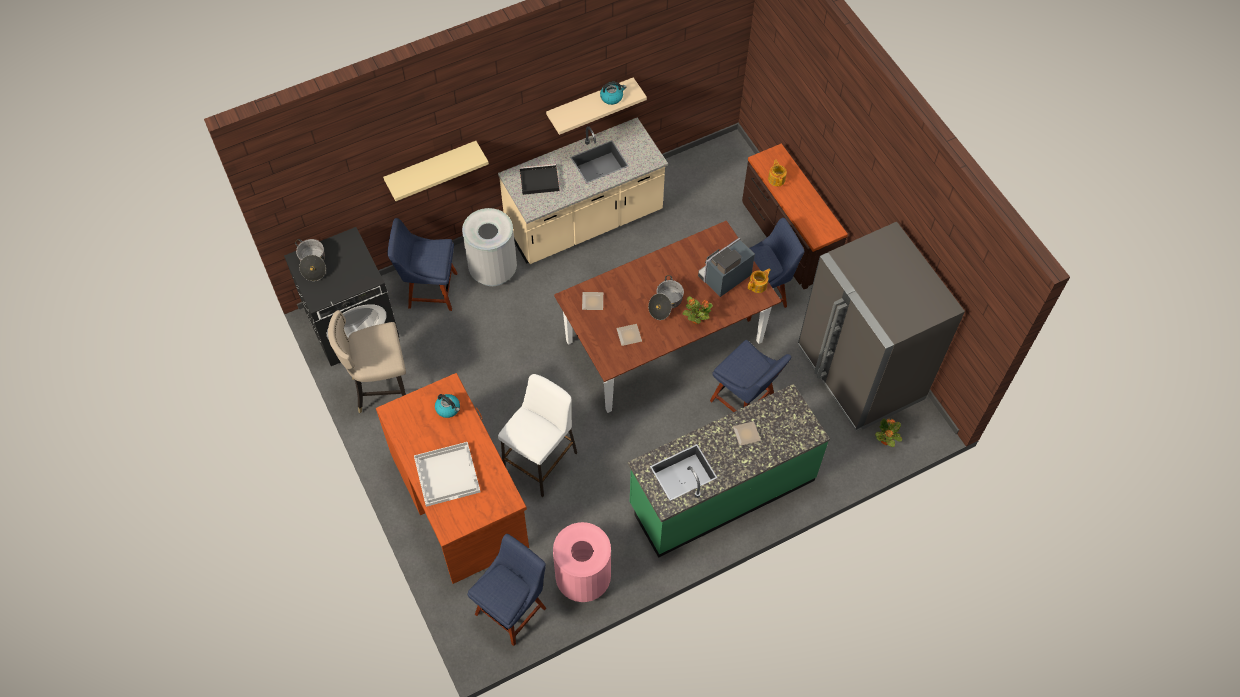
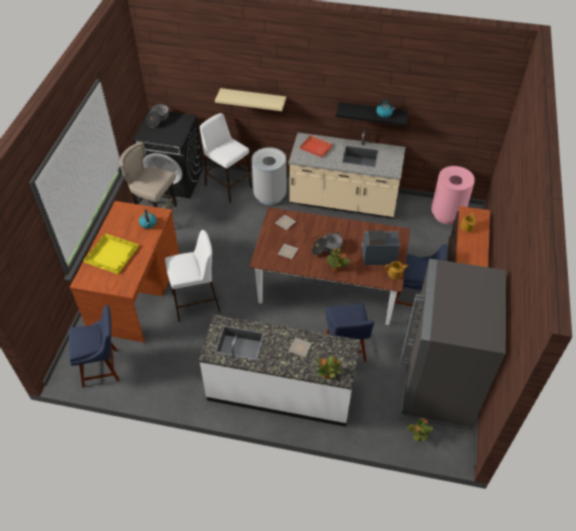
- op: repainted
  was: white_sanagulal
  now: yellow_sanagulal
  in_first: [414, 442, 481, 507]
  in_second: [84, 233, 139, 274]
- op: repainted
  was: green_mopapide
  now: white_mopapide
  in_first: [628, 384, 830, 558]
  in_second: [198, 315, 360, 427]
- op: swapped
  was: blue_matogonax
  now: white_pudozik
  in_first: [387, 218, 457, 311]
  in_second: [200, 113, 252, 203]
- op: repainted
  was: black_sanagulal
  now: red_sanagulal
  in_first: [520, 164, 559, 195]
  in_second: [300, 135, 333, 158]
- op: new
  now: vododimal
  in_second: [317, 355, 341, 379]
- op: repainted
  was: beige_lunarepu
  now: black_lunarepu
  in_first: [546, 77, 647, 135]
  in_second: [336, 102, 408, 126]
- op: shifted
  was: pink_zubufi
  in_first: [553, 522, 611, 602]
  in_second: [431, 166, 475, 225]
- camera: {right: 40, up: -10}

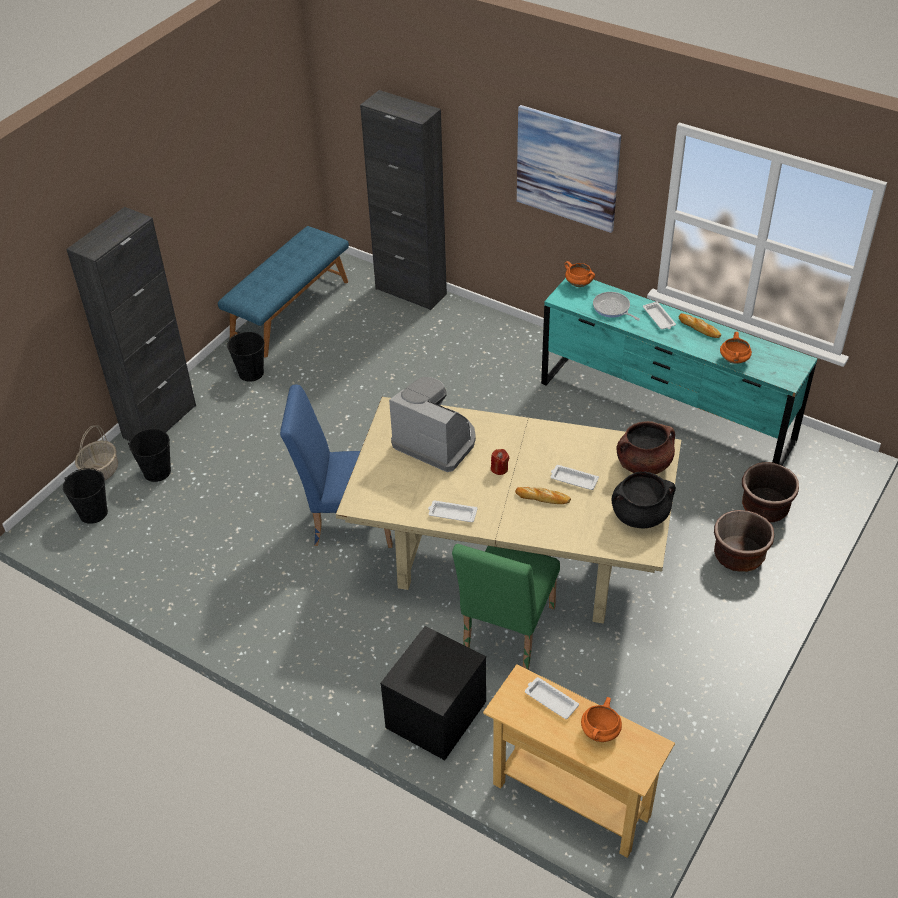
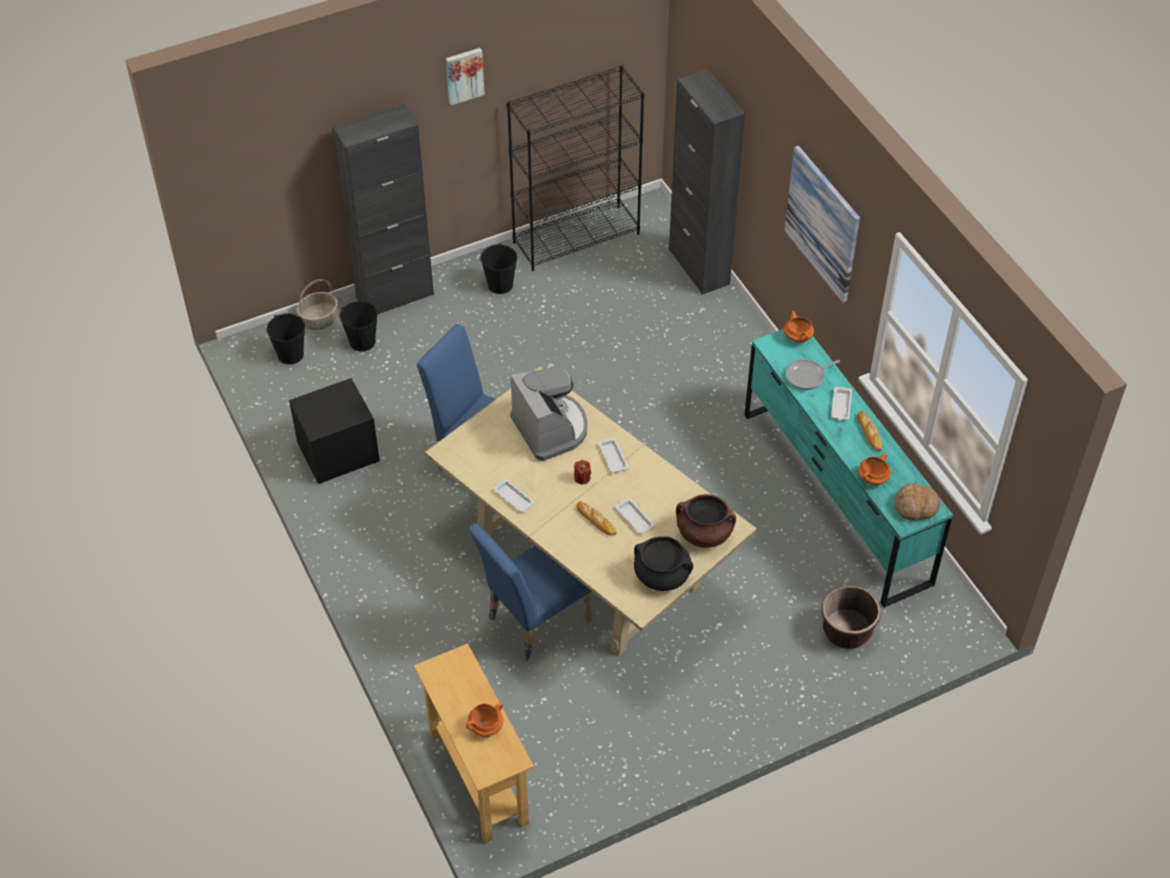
- op: shifted
  was: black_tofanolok
  in_first: [380, 626, 486, 760]
  in_second: [289, 378, 380, 484]
- op: new
  now: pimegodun
  in_second: [446, 48, 485, 105]
- op: repainted
  was: green_matogonax
  now: blue_matogonax
  in_first: [452, 544, 560, 669]
  in_second: [468, 523, 591, 661]
- op: swapped
  was: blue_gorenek
  now: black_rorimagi
  in_first: [218, 226, 349, 357]
  in_second: [507, 65, 644, 272]
- op: shifted
  was: white_sanagulal
  in_first: [525, 677, 579, 719]
  in_second: [598, 438, 629, 473]
- op: rotated
  was: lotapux
  in_first: [593, 292, 640, 320]
  in_second: [786, 359, 840, 390]
  clockwise: -105
- op: new
  now: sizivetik
  in_second: [895, 483, 940, 521]
- op: gone
  was: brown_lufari
  in_first: [714, 510, 774, 572]
- camera: {right: 30, up: 5}

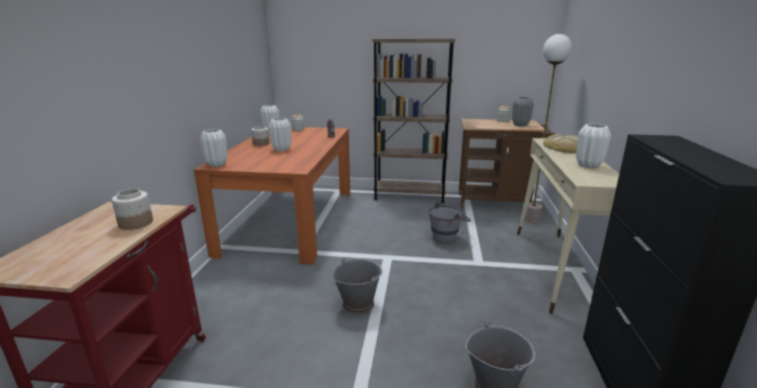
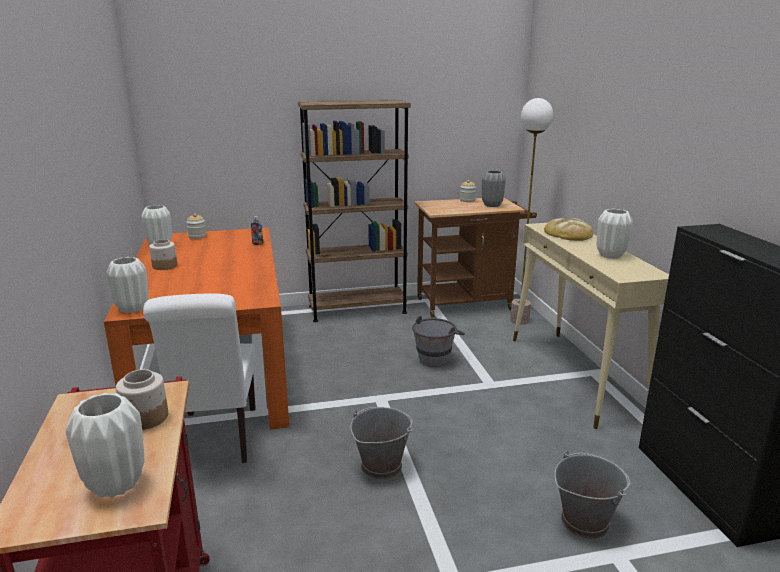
- op: shifted
  was: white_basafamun
  in_first: [269, 118, 291, 151]
  in_second: [65, 393, 145, 498]
- op: new
  now: white_matogonax
  in_second: [143, 294, 256, 463]
- camera: {right: -20, up: 0}

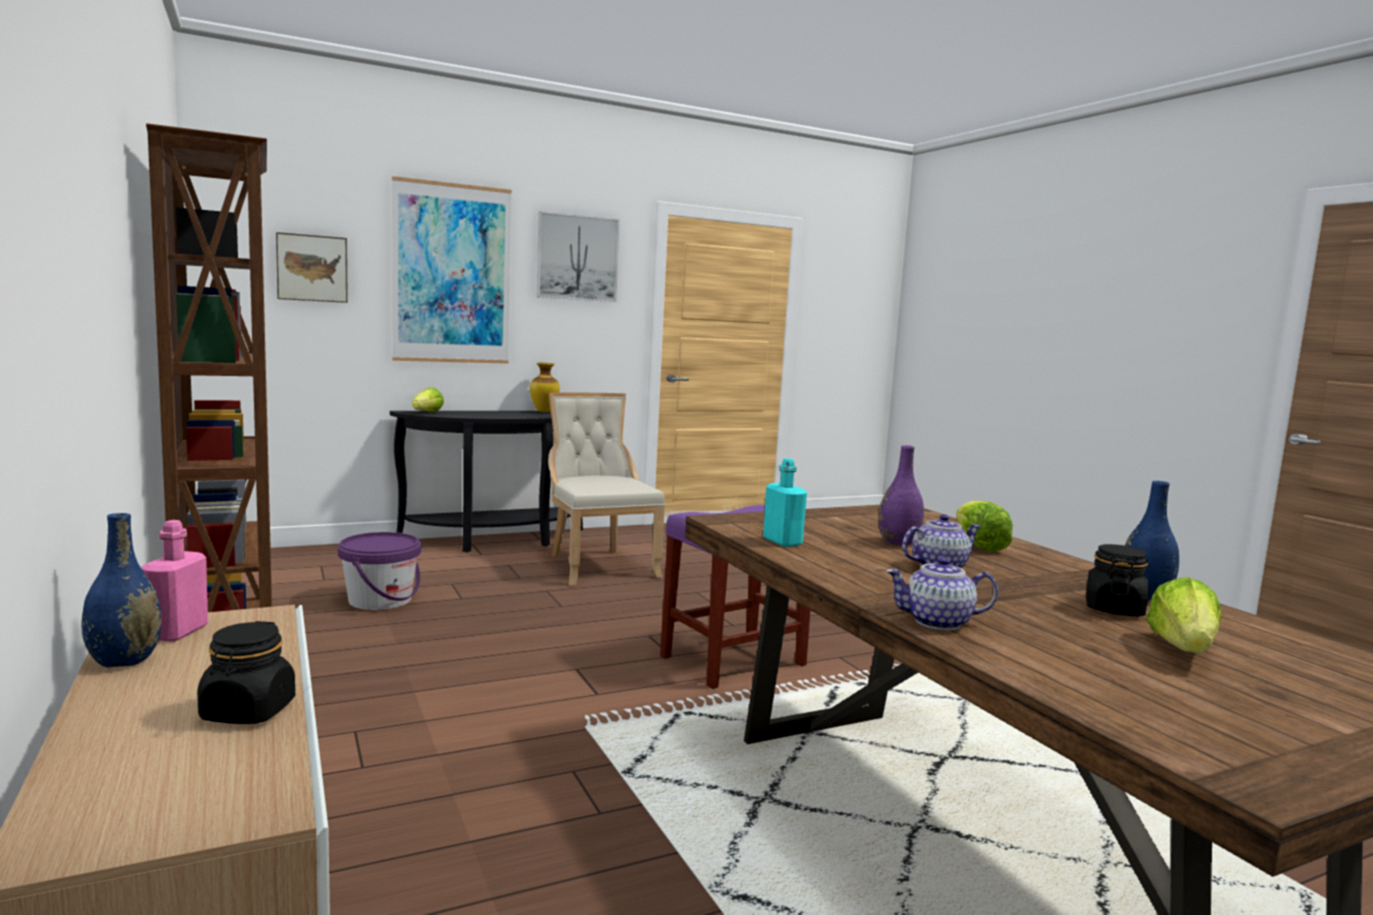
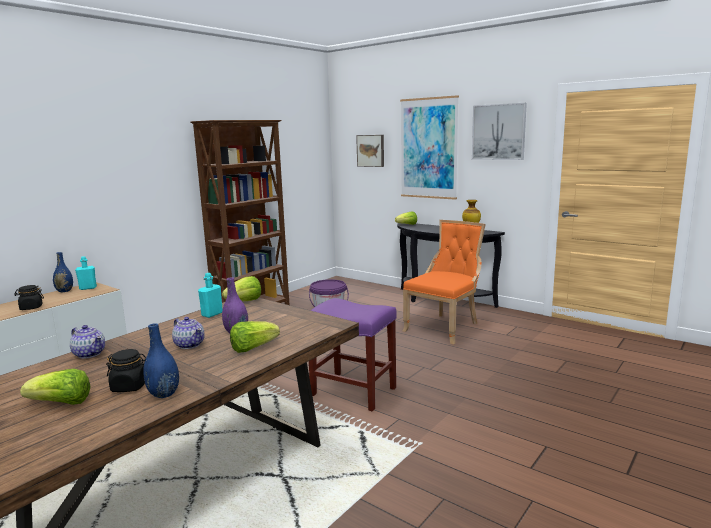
- op: rotated
  was: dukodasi
  in_first: [886, 557, 998, 630]
  in_second: [70, 325, 105, 359]
  clockwise: 150
- op: repainted
  was: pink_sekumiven
  now: turquoise_sekumiven
  in_first: [142, 520, 208, 642]
  in_second: [75, 256, 97, 290]
- op: new
  now: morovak
  in_second: [222, 276, 261, 301]
- op: repainted
  was: beige_matogonax
  now: orange_matogonax
  in_first: [548, 392, 665, 585]
  in_second: [403, 220, 486, 344]
- camera: {right: 65, up: 5}

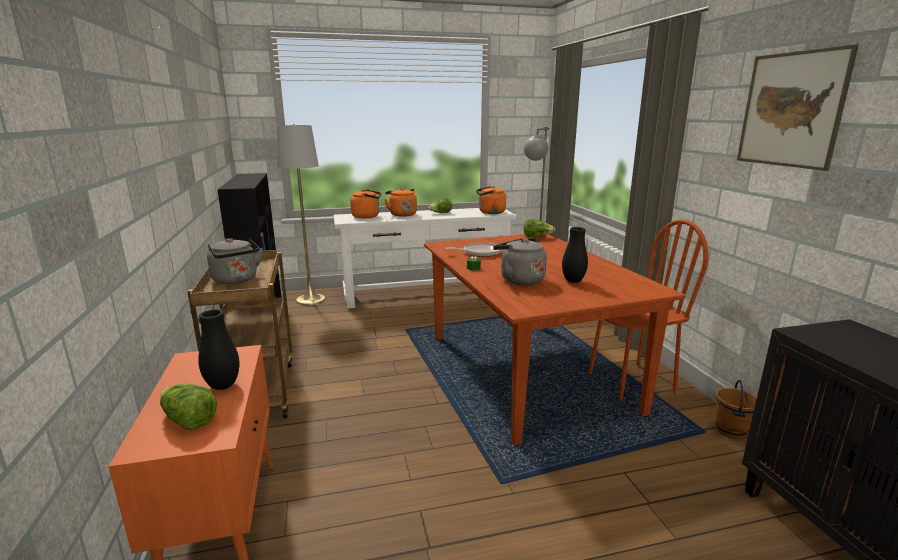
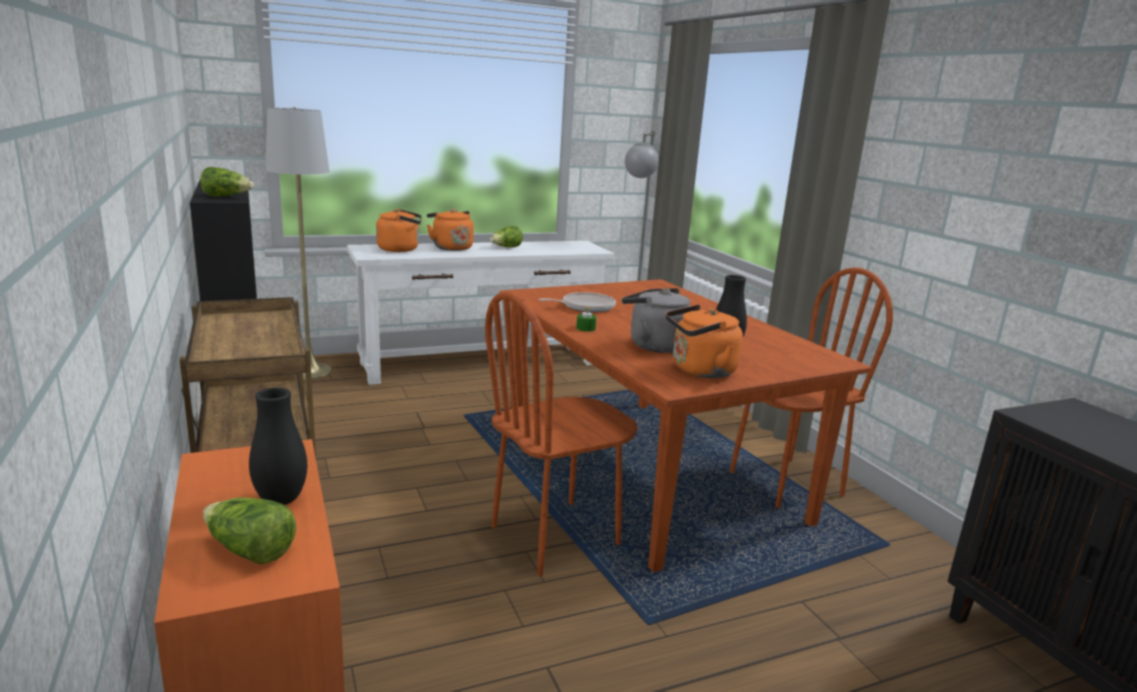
- op: shifted
  was: morovak
  in_first: [524, 219, 555, 237]
  in_second: [200, 167, 254, 196]
- op: new
  now: brown_matogonax
  in_second: [485, 291, 638, 576]
- op: shifted
  was: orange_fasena
  in_first: [476, 186, 506, 214]
  in_second: [666, 305, 743, 378]
- op: gone
  was: grey_fasena
  in_first: [207, 238, 263, 284]
- op: gone
  was: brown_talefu
  in_first: [716, 380, 757, 439]
- op: gone
  was: pimegodun
  in_first: [737, 44, 859, 171]
- camera: {right: -10, up: 0}

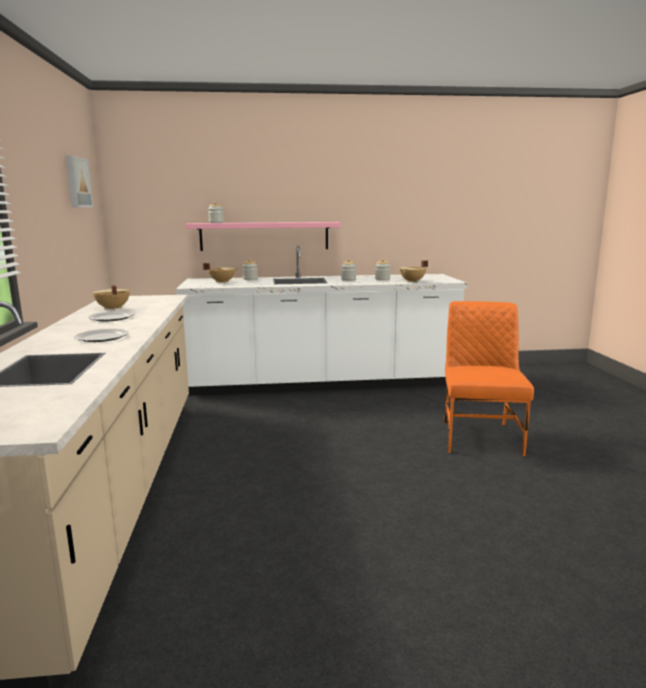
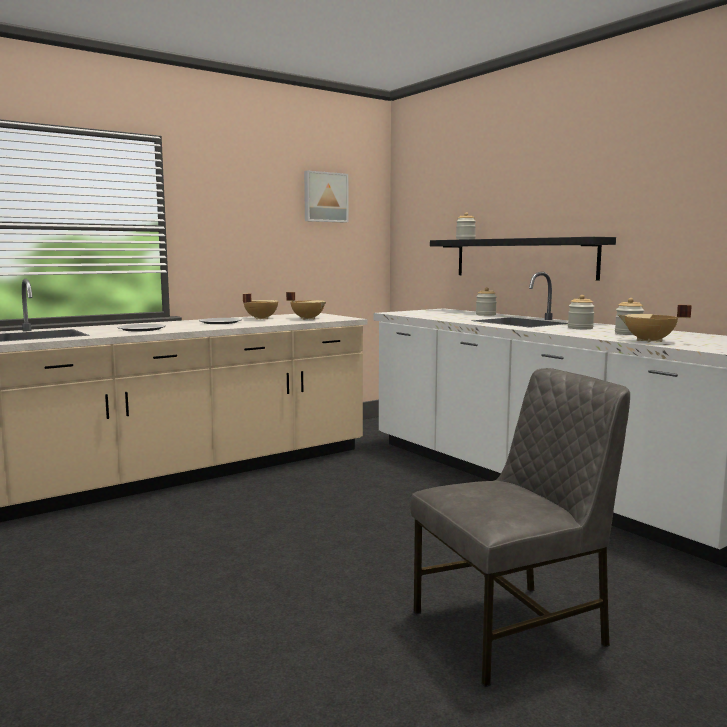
- op: shifted
  was: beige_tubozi
  in_first: [202, 263, 237, 283]
  in_second: [286, 292, 326, 320]
- op: repainted
  was: orange_matogonax
  now: grey_matogonax
  in_first: [444, 301, 534, 456]
  in_second: [410, 368, 630, 687]
- op: repainted
  was: pink_lunarepu
  now: black_lunarepu
  in_first: [185, 222, 341, 251]
  in_second: [430, 237, 616, 281]
- camera: {right: 60, up: -5}

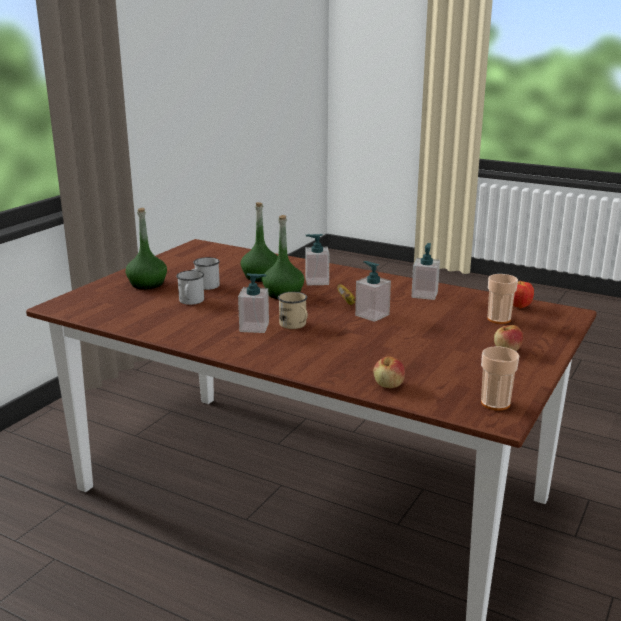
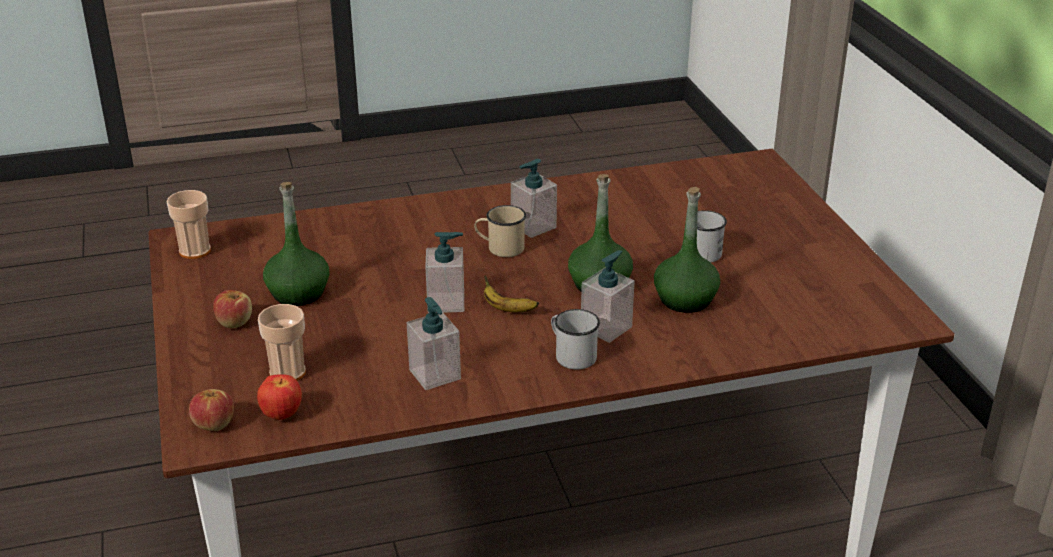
- op: shifted
  was: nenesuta
  in_first: [373, 356, 405, 388]
  in_second: [189, 389, 234, 431]
- op: shifted
  was: green_sekumiven
  in_first: [126, 208, 167, 289]
  in_second: [263, 182, 329, 306]
- op: shifted
  was: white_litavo
  in_first: [176, 270, 204, 305]
  in_second: [551, 309, 600, 370]
- camera: {right: 135, up: 10}

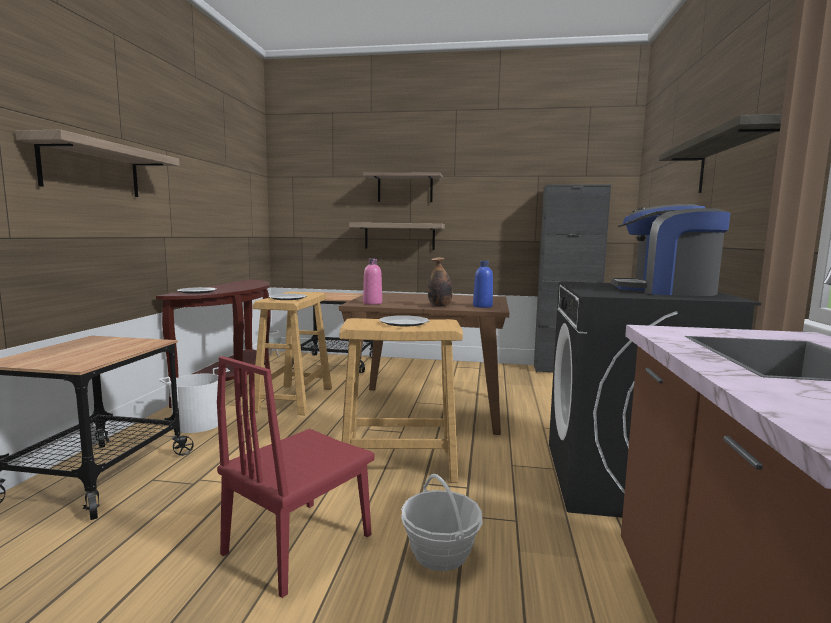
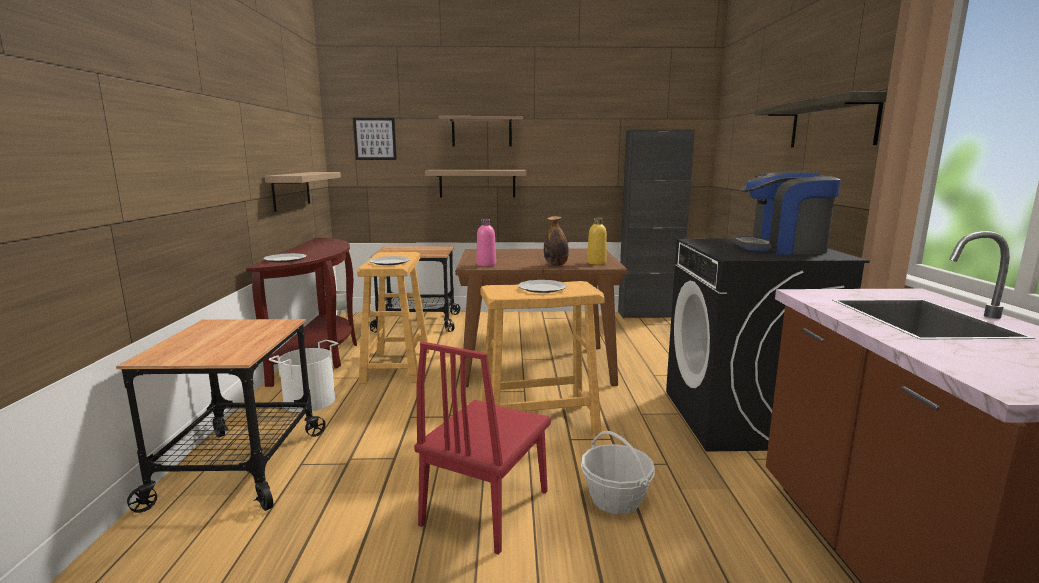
- op: shifted
  was: lunarepu
  in_first: [15, 130, 180, 197]
  in_second: [265, 172, 341, 212]
- op: new
  now: pimegodun
  in_second: [353, 118, 397, 160]
- op: repainted
  was: blue_sekumiven
  now: yellow_sekumiven
  in_first: [473, 261, 493, 308]
  in_second: [587, 218, 607, 265]
- camera: {right: -10, up: 5}

